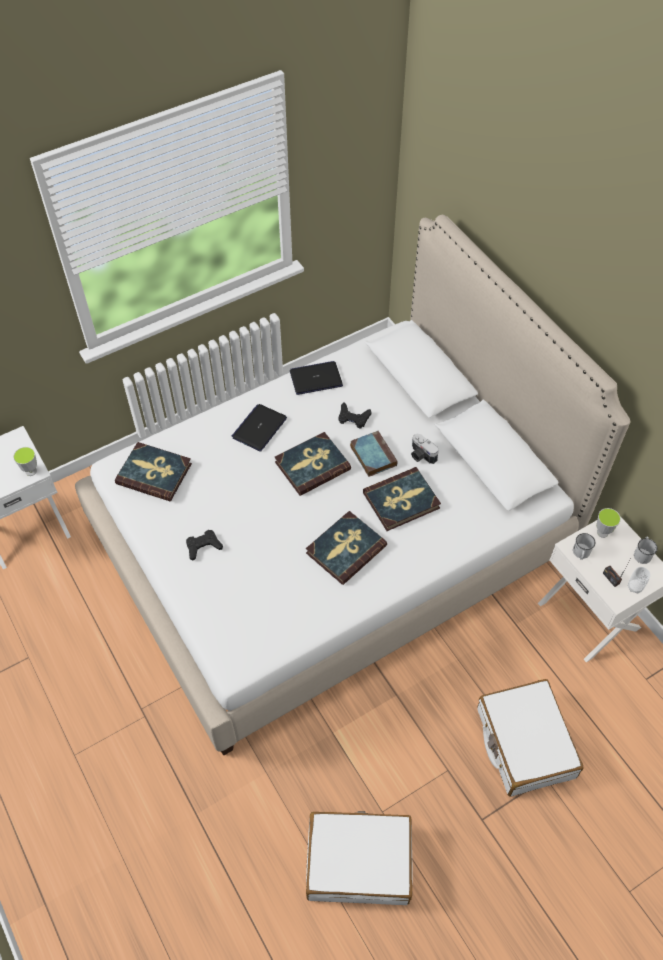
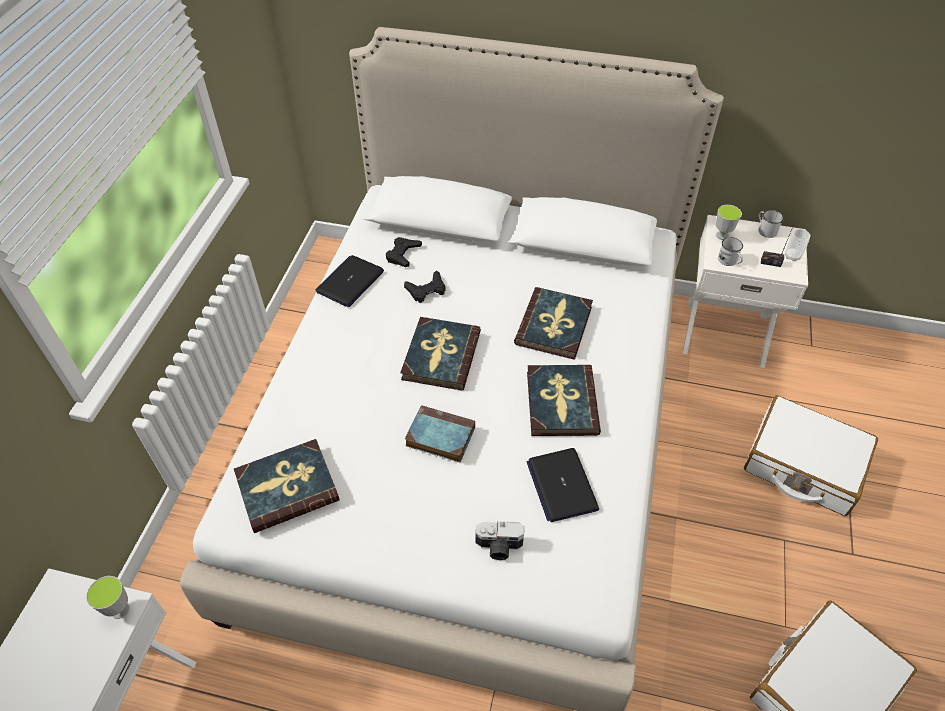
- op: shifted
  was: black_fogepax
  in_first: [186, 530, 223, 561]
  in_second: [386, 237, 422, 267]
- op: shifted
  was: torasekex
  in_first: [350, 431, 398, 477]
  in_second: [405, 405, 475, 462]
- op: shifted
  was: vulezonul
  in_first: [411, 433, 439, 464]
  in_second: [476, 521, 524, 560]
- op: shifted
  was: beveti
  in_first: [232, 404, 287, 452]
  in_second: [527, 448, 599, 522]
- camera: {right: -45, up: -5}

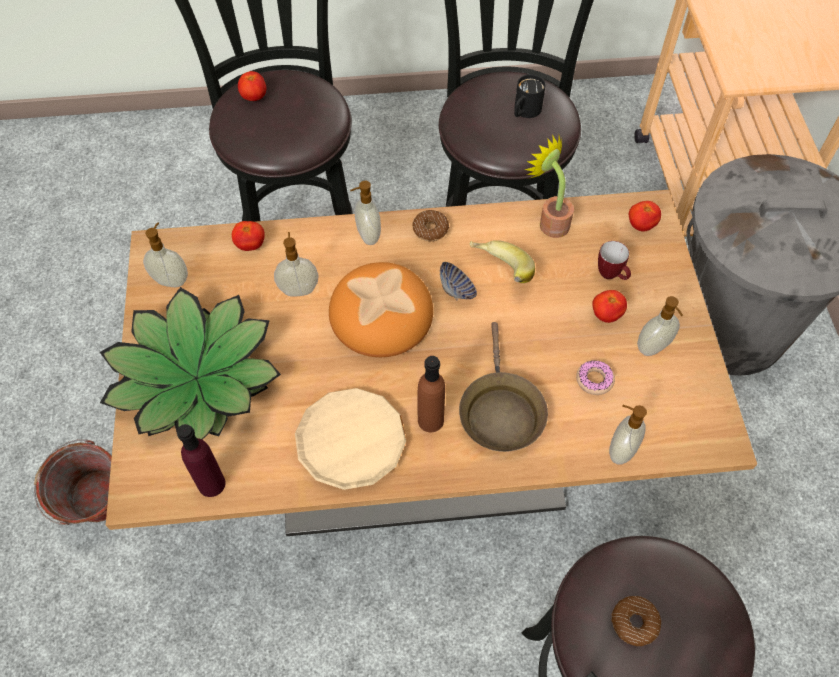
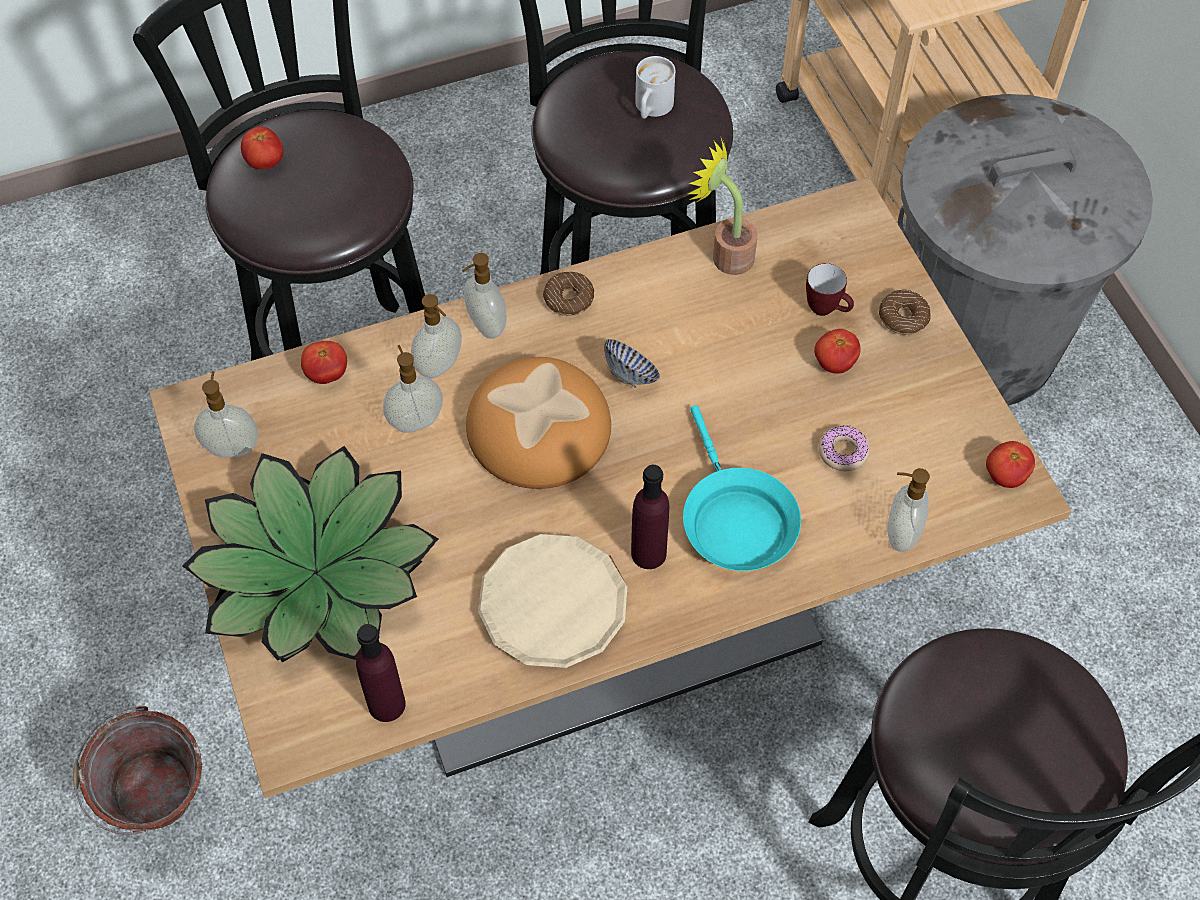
- op: shifted
  was: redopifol
  in_first: [637, 296, 683, 356]
  in_second: [411, 294, 462, 378]
- op: repainted
  was: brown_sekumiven
  now: purple_sekumiven
  in_first: [417, 356, 445, 432]
  in_second: [631, 465, 669, 569]
- op: repainted
  was: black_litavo
  now: white_litavo
  in_first: [514, 74, 546, 118]
  in_second: [635, 56, 675, 119]
- op: repainted
  was: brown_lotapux
  now: turquoise_lotapux
  in_first: [459, 322, 548, 452]
  in_second: [683, 405, 801, 571]
- op: shifted
  was: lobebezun
  in_first: [611, 596, 661, 646]
  in_second: [879, 289, 931, 335]
- op: shifted
  was: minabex
  in_first: [629, 201, 661, 231]
  in_second: [986, 441, 1035, 488]
- op: gone
  was: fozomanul
  in_first: [469, 240, 535, 283]
- camera: {right: -15, up: 0}

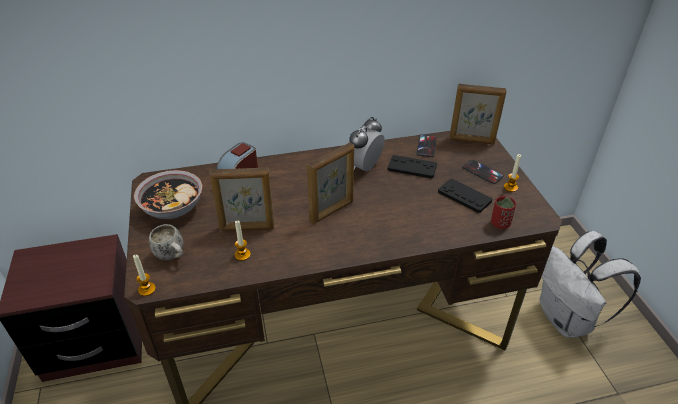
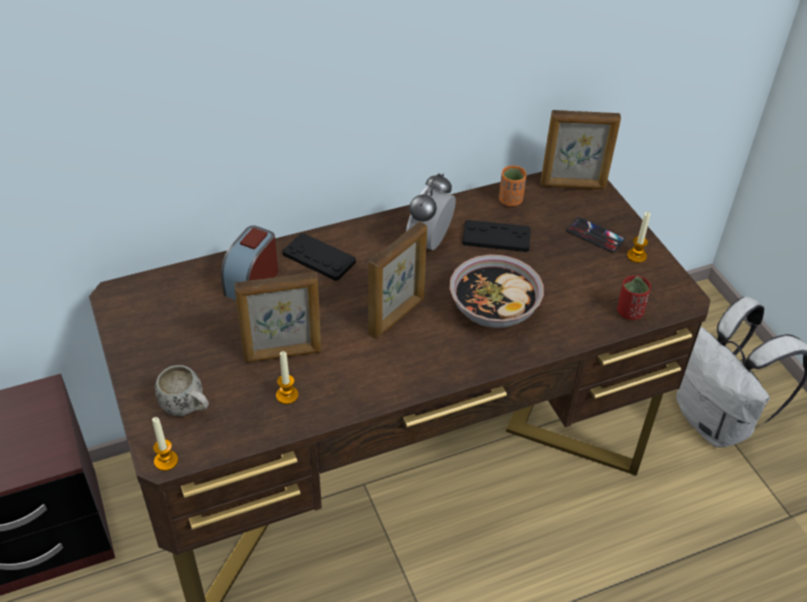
- op: shifted
  was: black_fogepax
  in_first: [438, 179, 492, 213]
  in_second: [282, 233, 356, 281]
- op: shifted
  was: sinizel
  in_first: [134, 170, 203, 219]
  in_second: [450, 254, 544, 328]
- op: swapped
  was: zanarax
  now: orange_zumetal
  in_first: [416, 134, 437, 157]
  in_second: [499, 166, 527, 206]
- camera: {right: -10, up: 5}

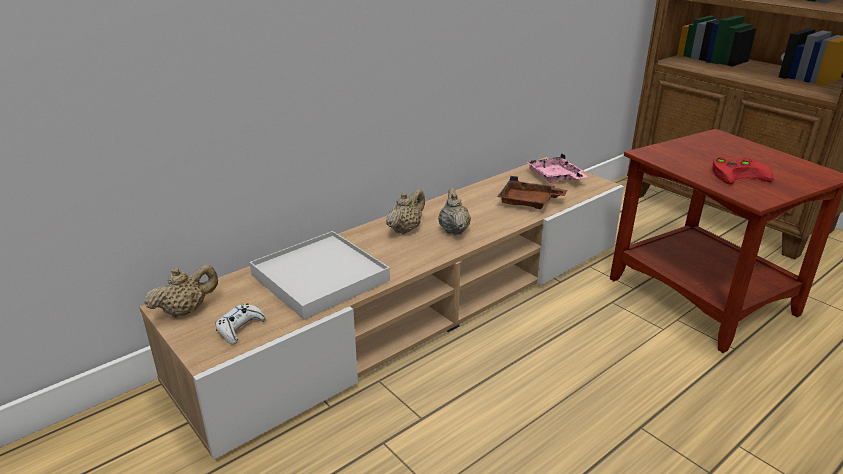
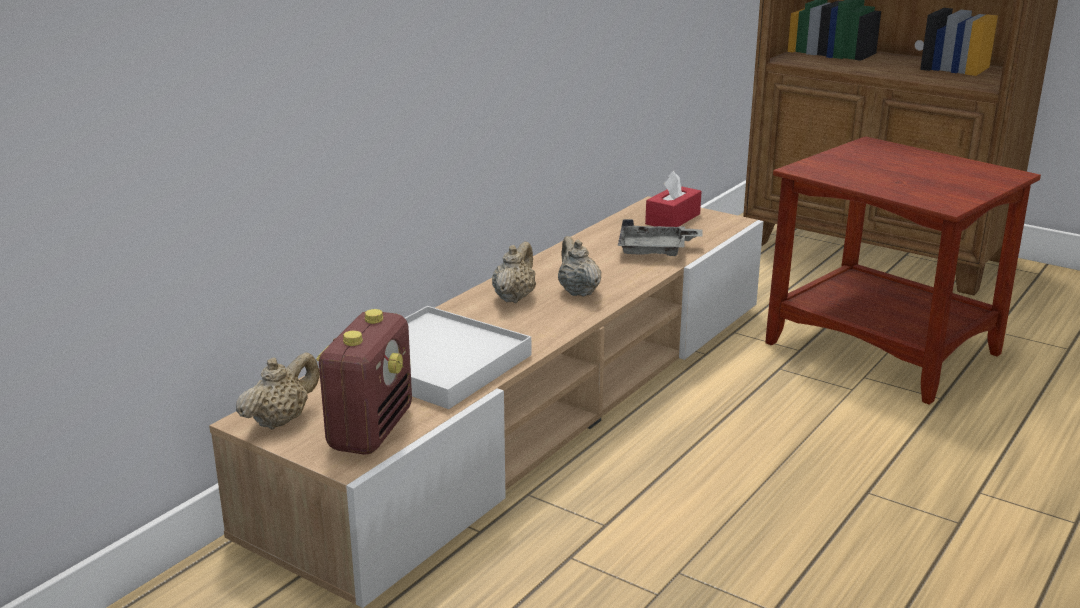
- op: swapped
  was: white_fogepax
  now: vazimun
  in_first: [215, 303, 266, 345]
  in_second: [316, 309, 412, 455]
- op: repainted
  was: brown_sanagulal
  now: grey_sanagulal
  in_first: [497, 176, 568, 209]
  in_second: [618, 219, 703, 256]
- op: swapped
  was: pink_sanagulal
  now: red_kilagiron
  in_first: [525, 153, 588, 183]
  in_second: [645, 171, 702, 227]
- op: gone
  was: red_fogepax
  in_first: [712, 157, 774, 185]
- camera: {right: -15, up: -5}

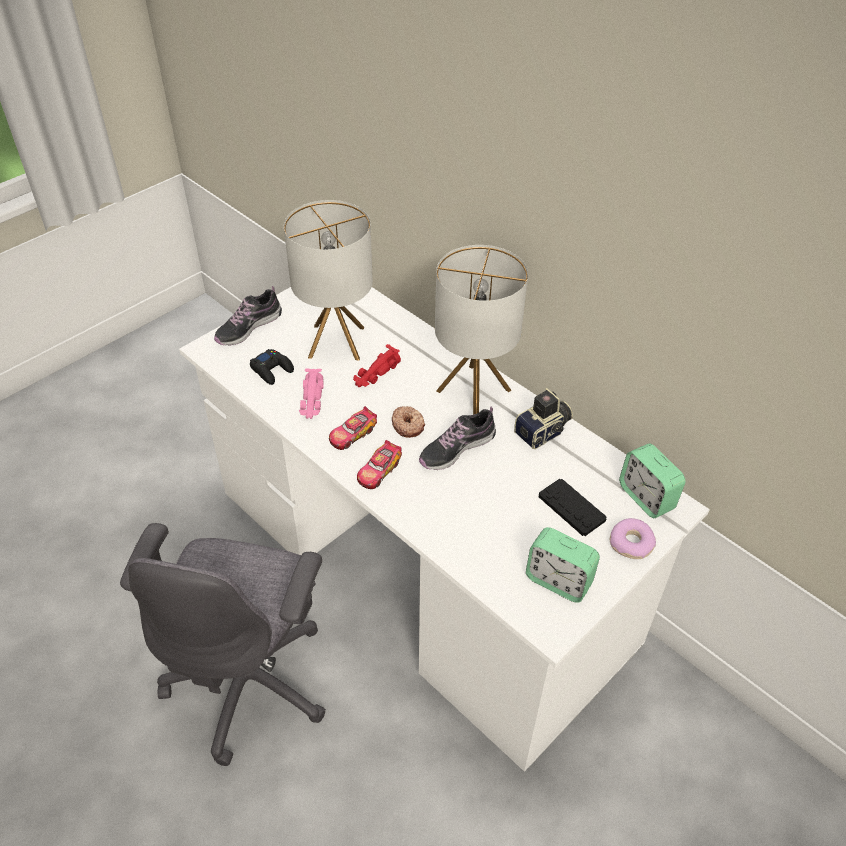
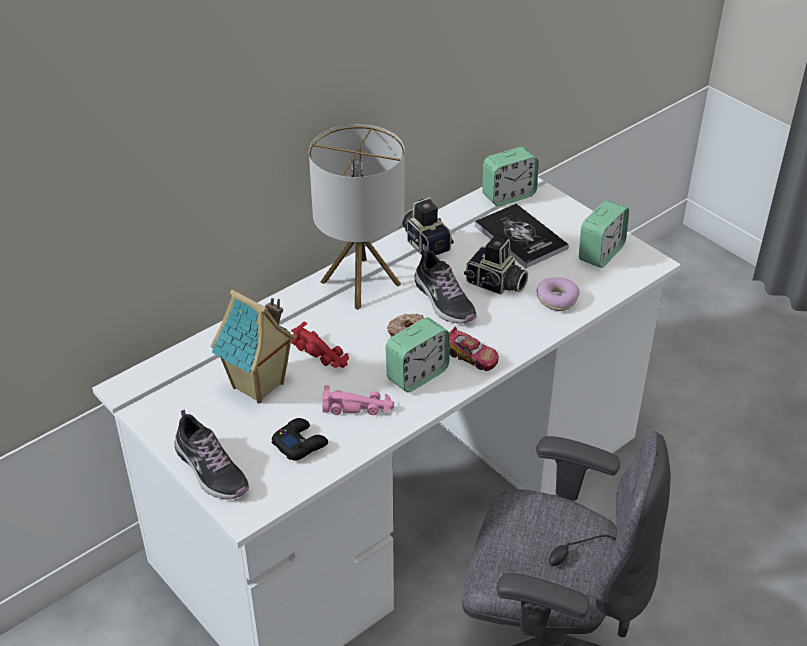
- op: swapped
  was: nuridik
  now: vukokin
  in_first: [284, 200, 373, 361]
  in_second: [210, 290, 297, 404]
- op: swapped
  was: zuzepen
  now: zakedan
  in_first: [329, 406, 377, 450]
  in_second: [385, 318, 449, 392]
- op: new
  now: vulezonul
  in_second: [464, 237, 528, 295]
- op: swapped
  was: black_fogepax
  now: torasekex
  in_first: [539, 479, 607, 536]
  in_second: [475, 204, 569, 268]
- op: shifted
  was: lobebezun
  in_first: [610, 518, 656, 559]
  in_second: [536, 277, 580, 311]
- camera: {right: -85, up: -5}

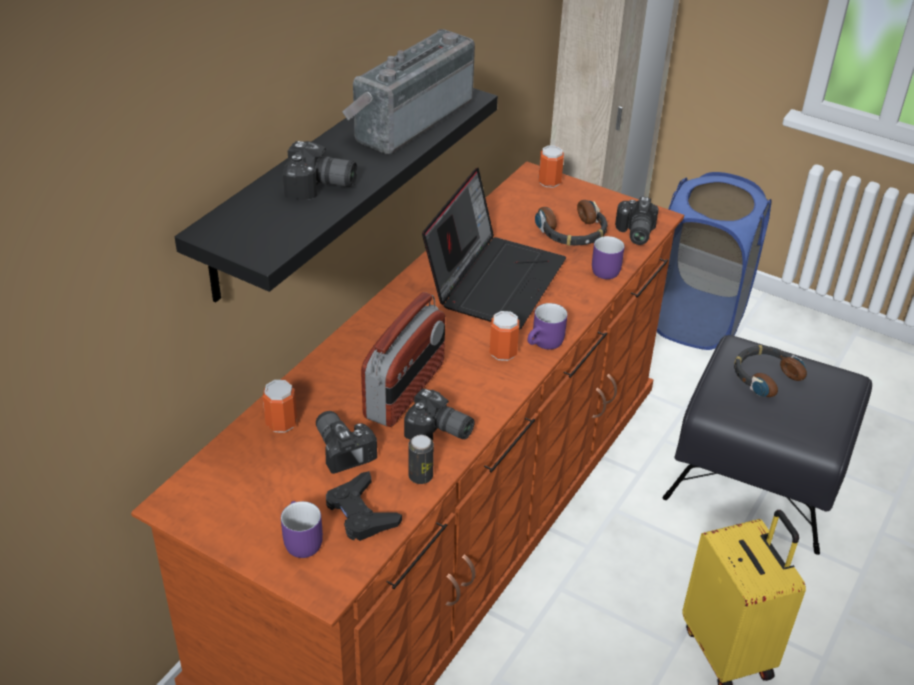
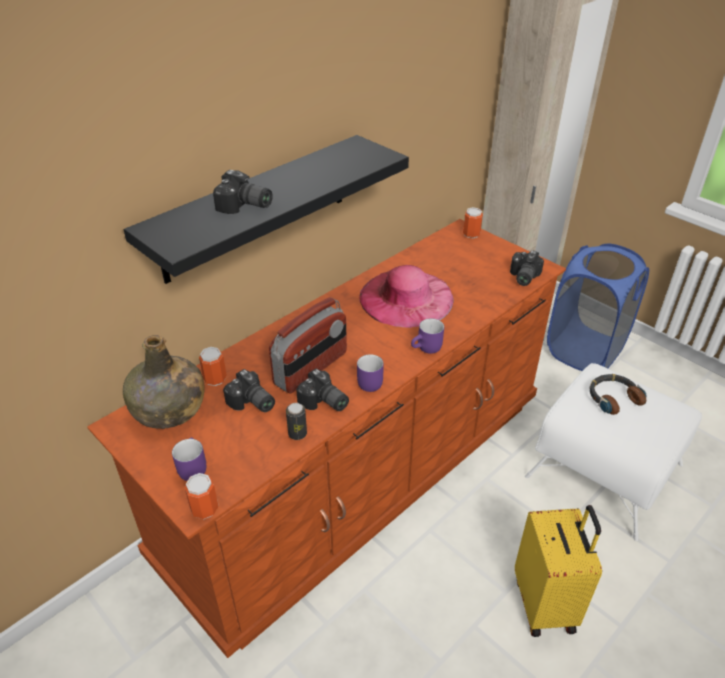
- op: new
  now: green_sekumiven
  in_second: [123, 335, 204, 429]
- op: shifted
  was: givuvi
  in_first: [490, 311, 519, 361]
  in_second: [184, 473, 219, 519]
- op: rotated
  was: vulezonul
  in_first: [316, 411, 377, 474]
  in_second: [223, 369, 275, 412]
  clockwise: 150
- op: shifted
  was: purple_litavo
  in_first: [592, 236, 625, 279]
  in_second: [357, 354, 384, 392]
- op: swapped
  was: beveti
  now: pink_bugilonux
  in_first: [422, 167, 566, 330]
  in_second: [359, 265, 454, 328]
- op: repainted
  was: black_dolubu
  now: white_dolubu
  in_first: [662, 335, 872, 555]
  in_second: [525, 363, 702, 541]
- op: gone
  was: black_fogepax
  in_first: [326, 471, 402, 541]
- op: gone
  was: vazimun
  in_first: [342, 29, 475, 154]
- op: gone
  was: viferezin
  in_first: [535, 200, 608, 246]
- camera: {right: 15, up: 0}

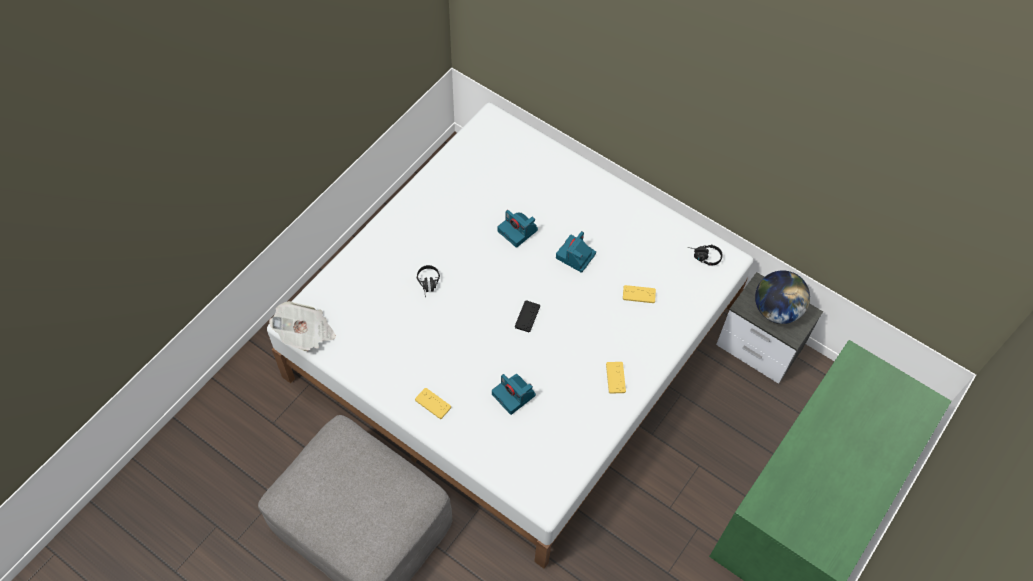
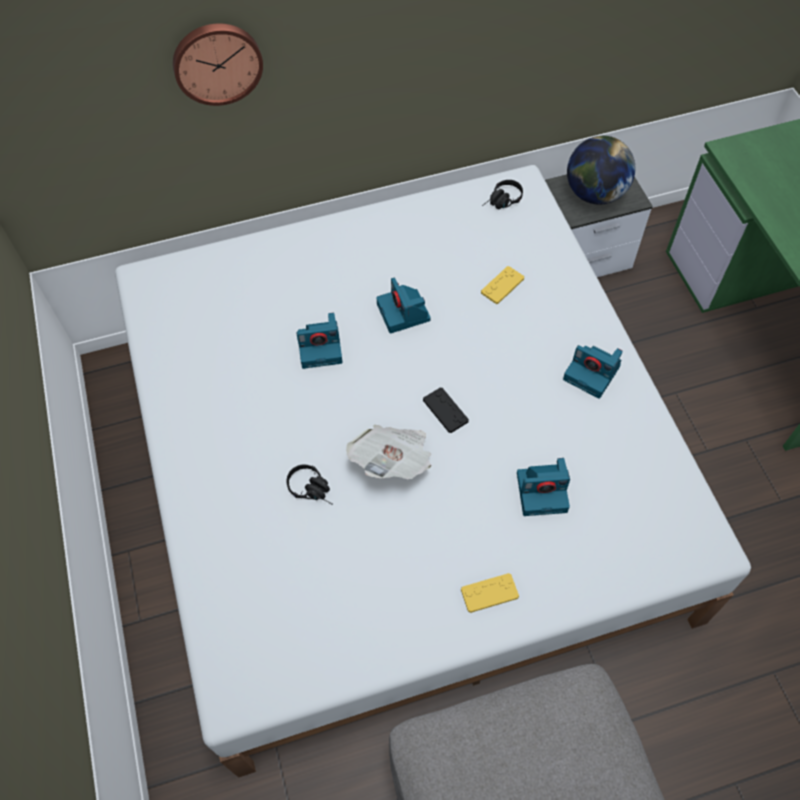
- op: new
  now: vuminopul
  in_second: [173, 23, 263, 106]
- op: shifted
  was: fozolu
  in_first: [269, 301, 336, 351]
  in_second: [346, 425, 431, 479]
- op: swapped
  was: yellow_fogepax
  now: vulezonul
  in_first: [606, 362, 626, 394]
  in_second: [563, 345, 623, 399]
- camera: {right: -50, up: 0}

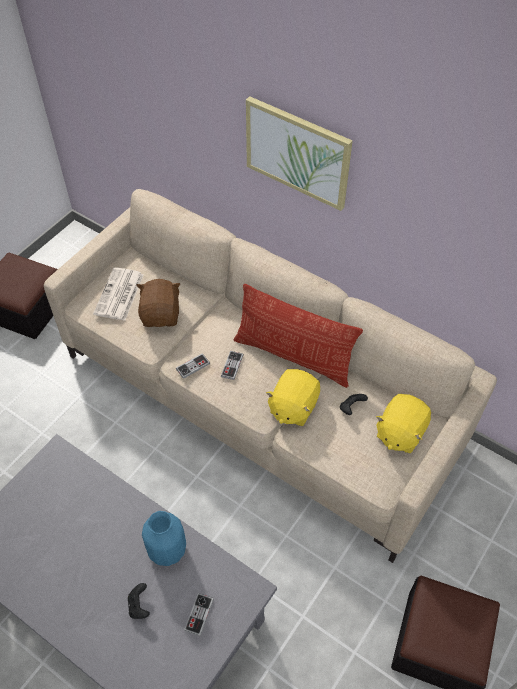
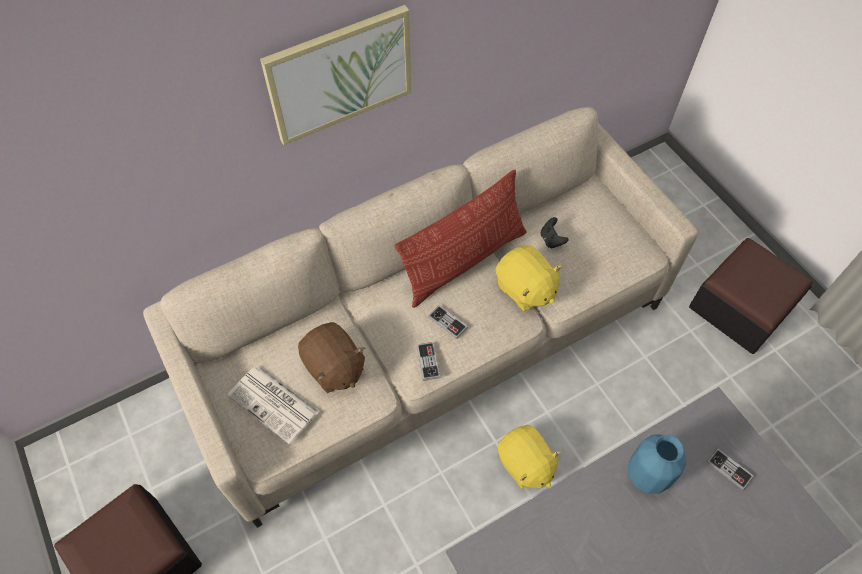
- op: rotated
  was: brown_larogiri
  in_first: [137, 279, 180, 327]
  in_second: [298, 322, 365, 393]
  clockwise: -150
- op: shifted
  was: yellow_larogiri
  in_first: [376, 394, 431, 454]
  in_second: [498, 425, 561, 489]
- op: gone
  was: black_fogepax
  in_first: [128, 583, 150, 619]
- camera: {right: -65, up: 5}

